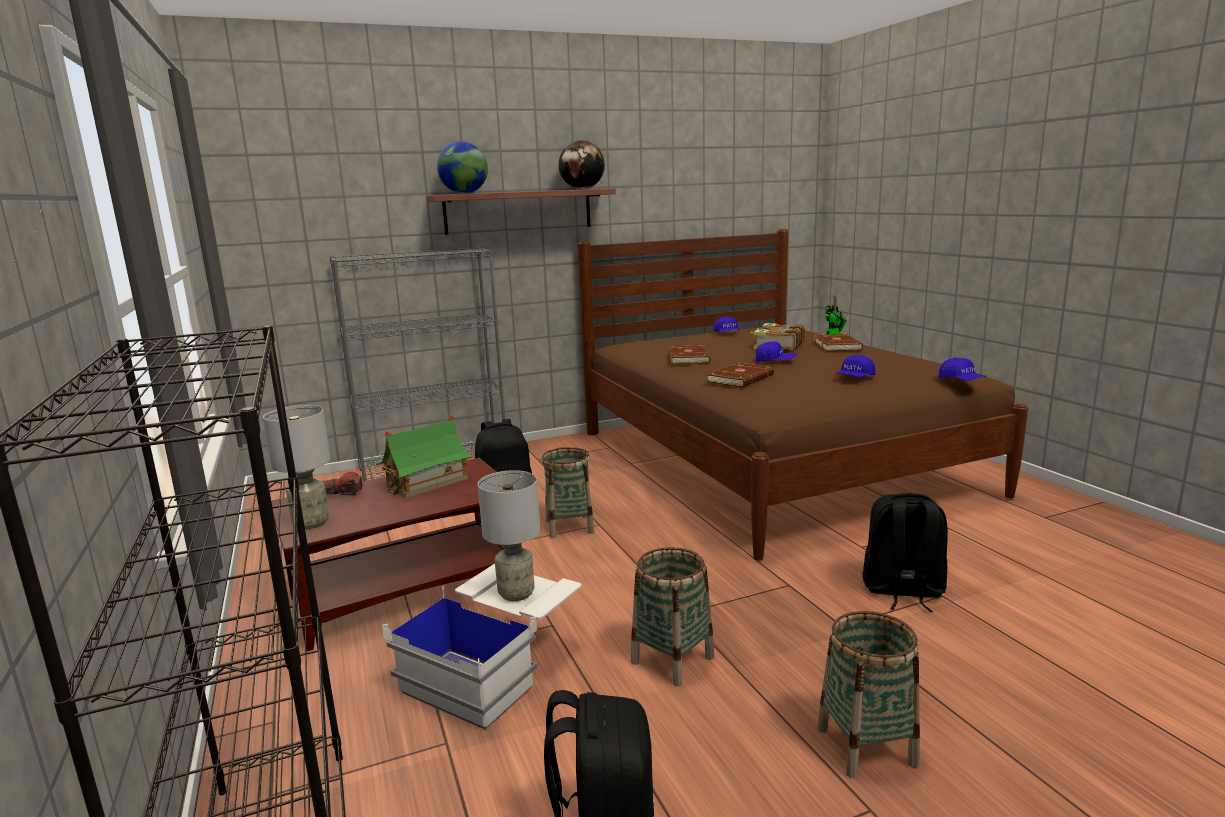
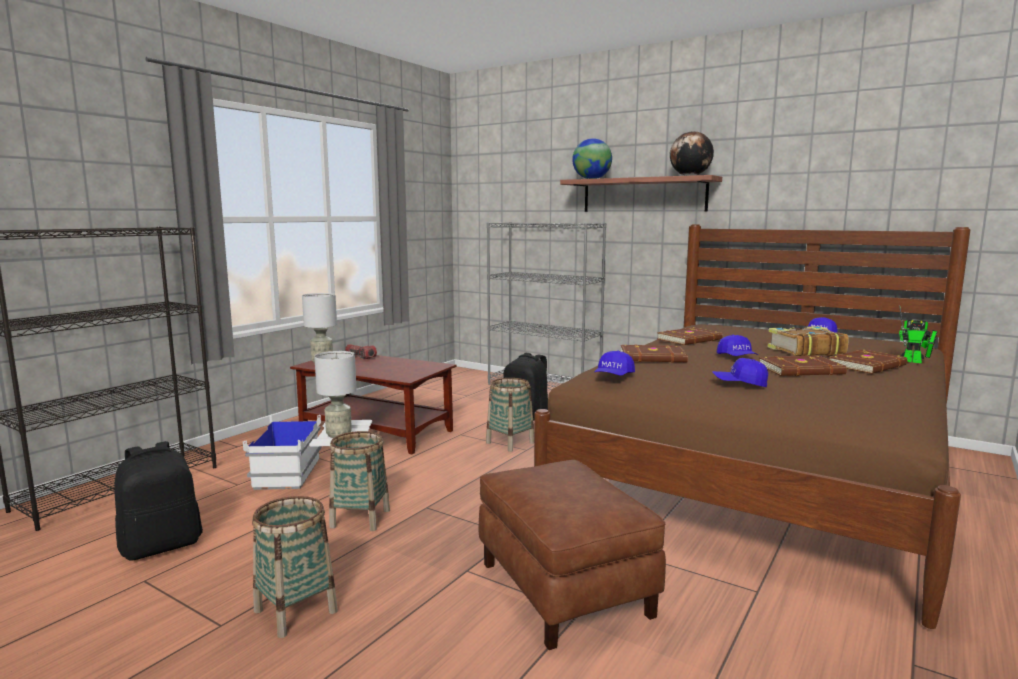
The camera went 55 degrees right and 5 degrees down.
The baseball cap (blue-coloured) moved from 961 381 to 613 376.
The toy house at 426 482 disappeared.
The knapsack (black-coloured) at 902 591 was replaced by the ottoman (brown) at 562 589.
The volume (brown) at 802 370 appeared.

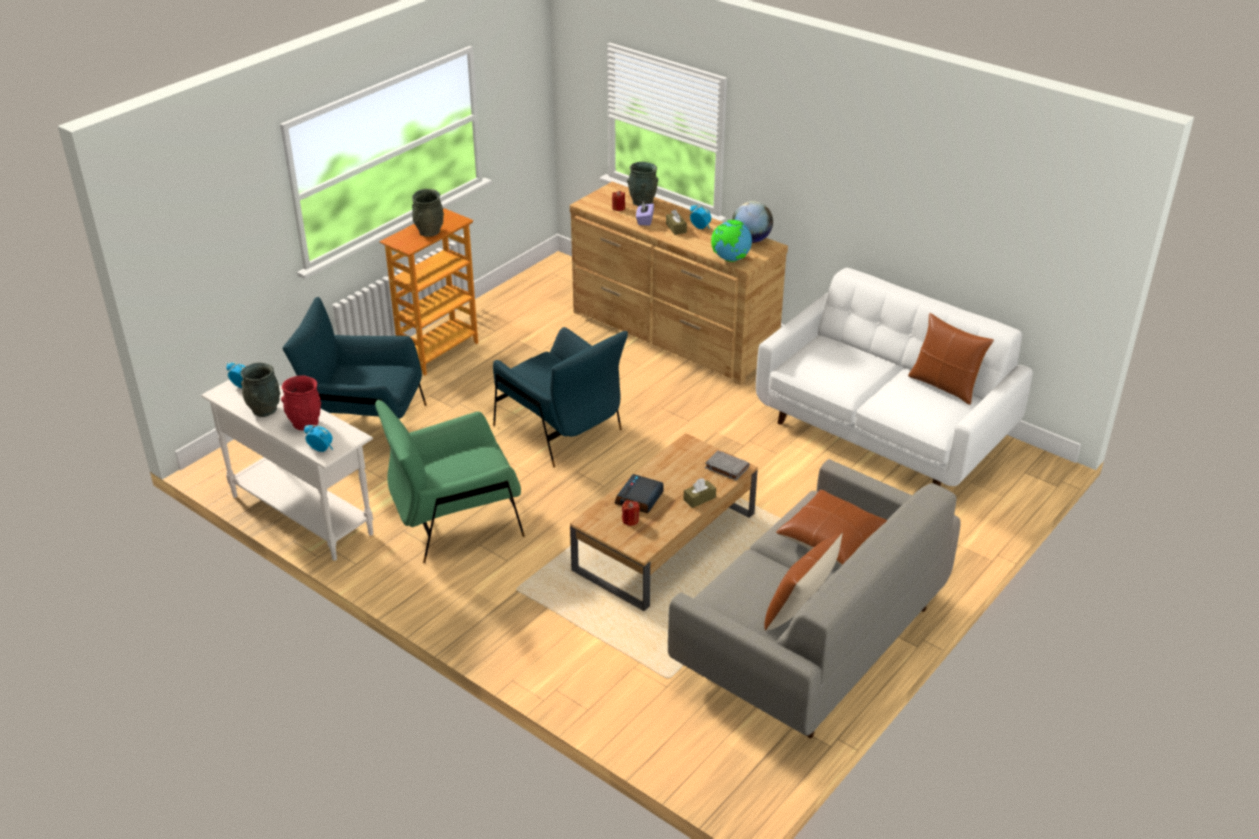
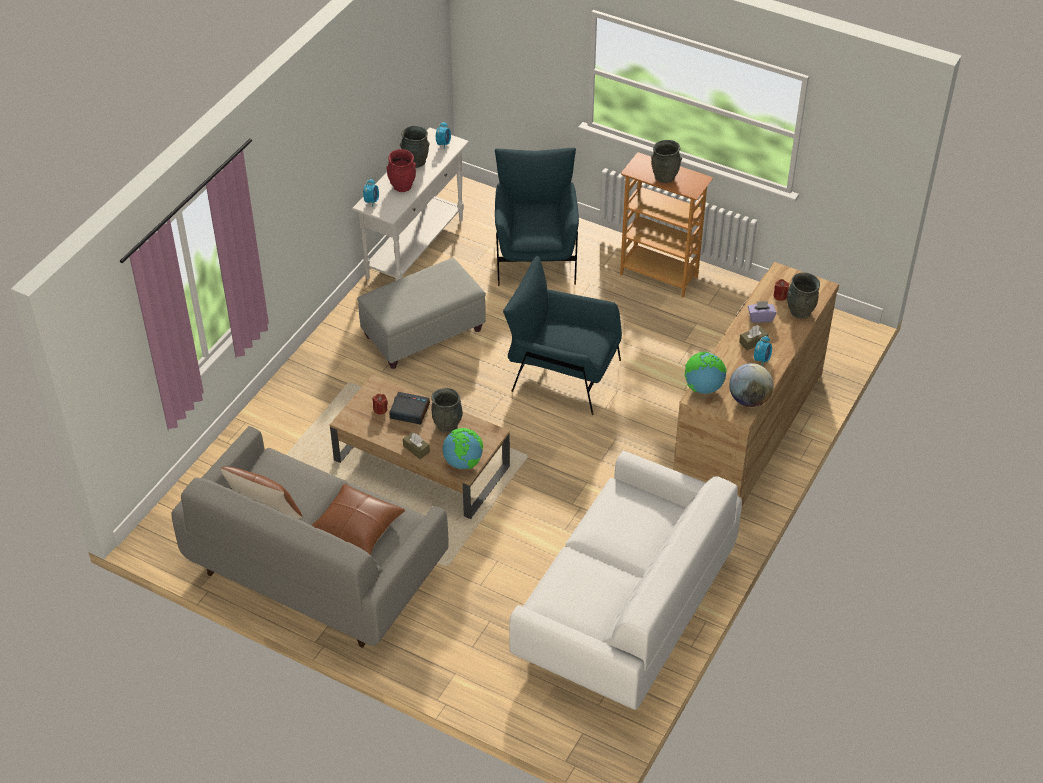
The camera went 80 degrees right and 10 degrees up.
The cushion (brown) at 944 386 disappeared.
The armchair (blue-coloured) at 560 430 turned 75 degrees clockwise.
The armchair (greenish) at 455 521 was replaced by the ottoman (grey) at 424 333.
The volume (grey) at 726 467 was replaced by the world globe at 463 462.
The flower vase (grey) at 447 425 appeared.

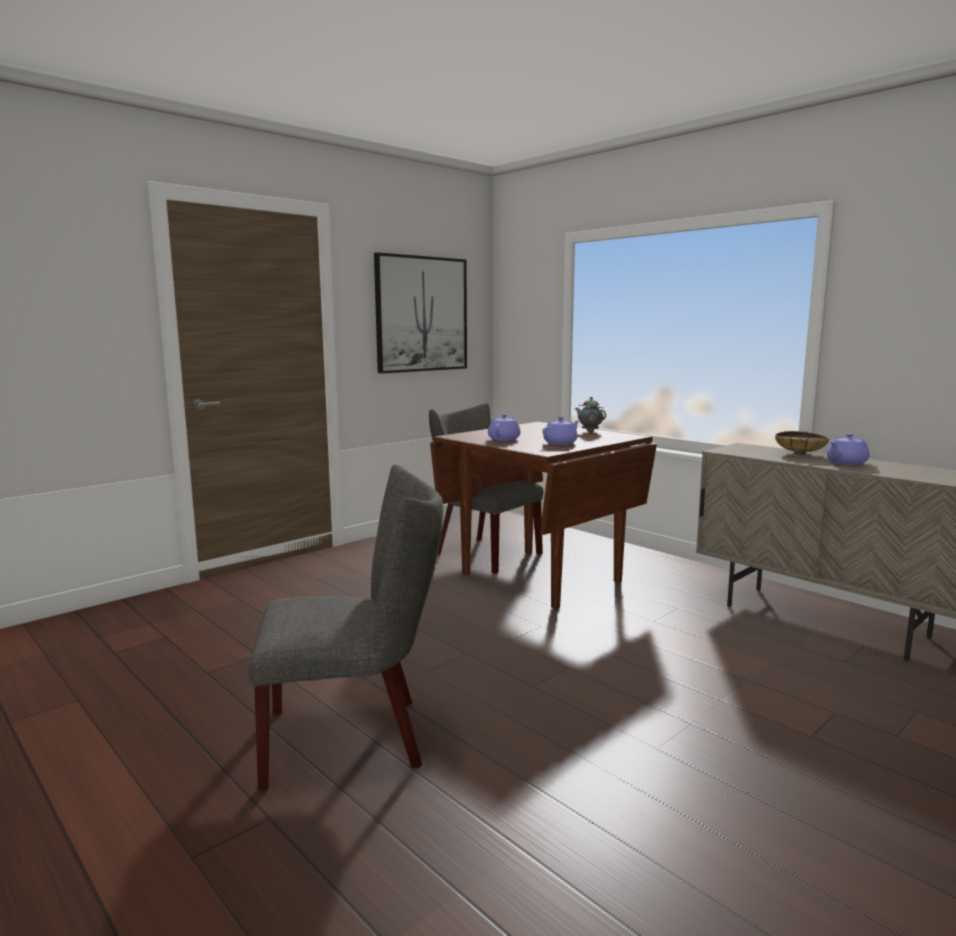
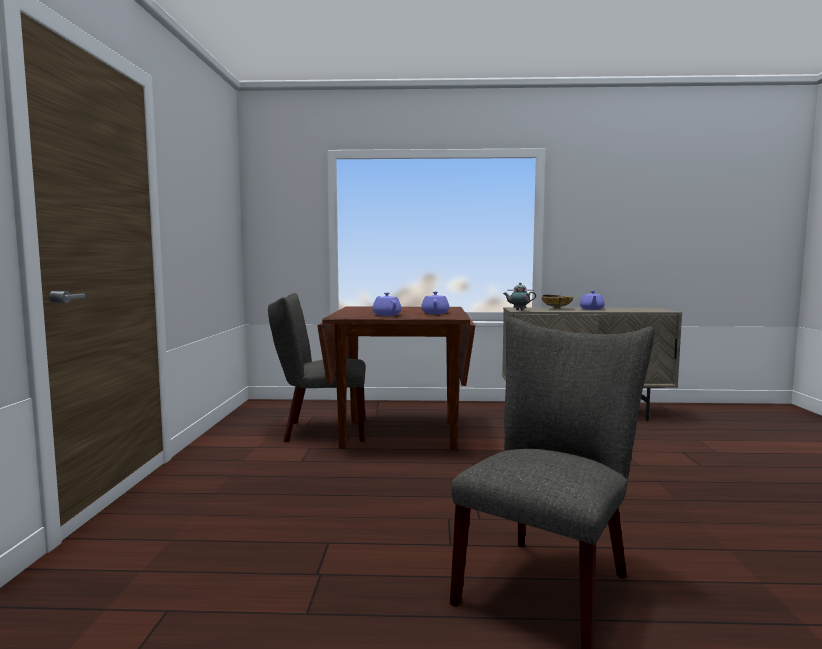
The camera went 45 degrees left and 5 degrees down.
The wall picture at 421 314 disappeared.
The teapot moved from 589 431 to 518 310.

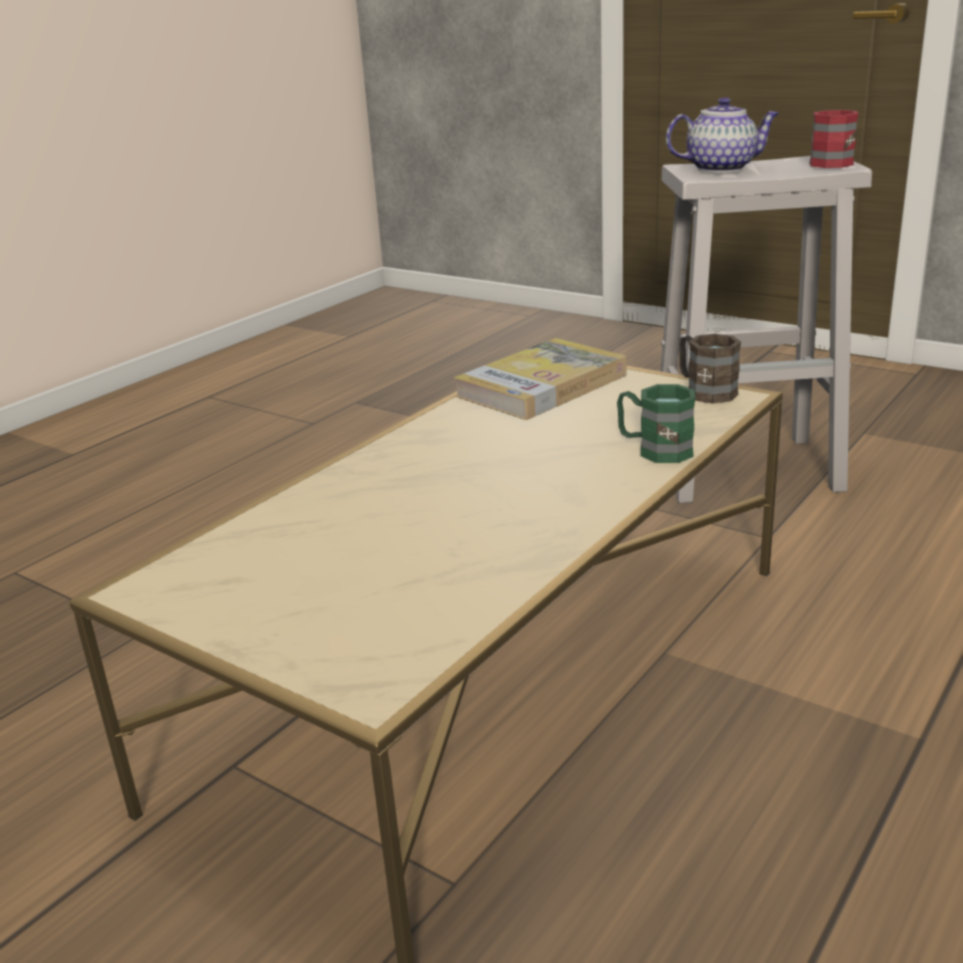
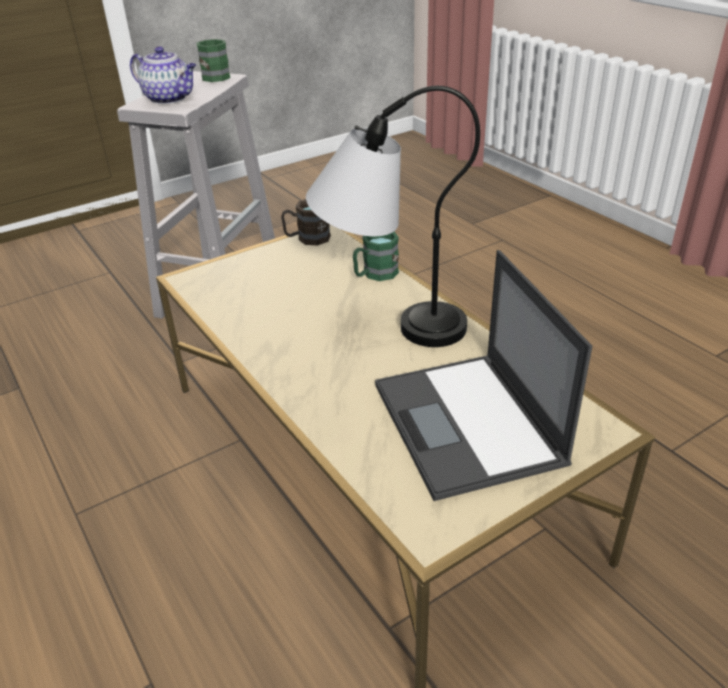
The camera went 70 degrees left and 10 degrees up.
The teapot at 722 168 turned 105 degrees clockwise.
The tea mug (reddish) at 834 162 became the tea mug (greenish) at 213 76.
The volume at 542 385 disappeared.
The lamp for a table at 388 324 appeared.
The portable computer at 468 424 appeared.

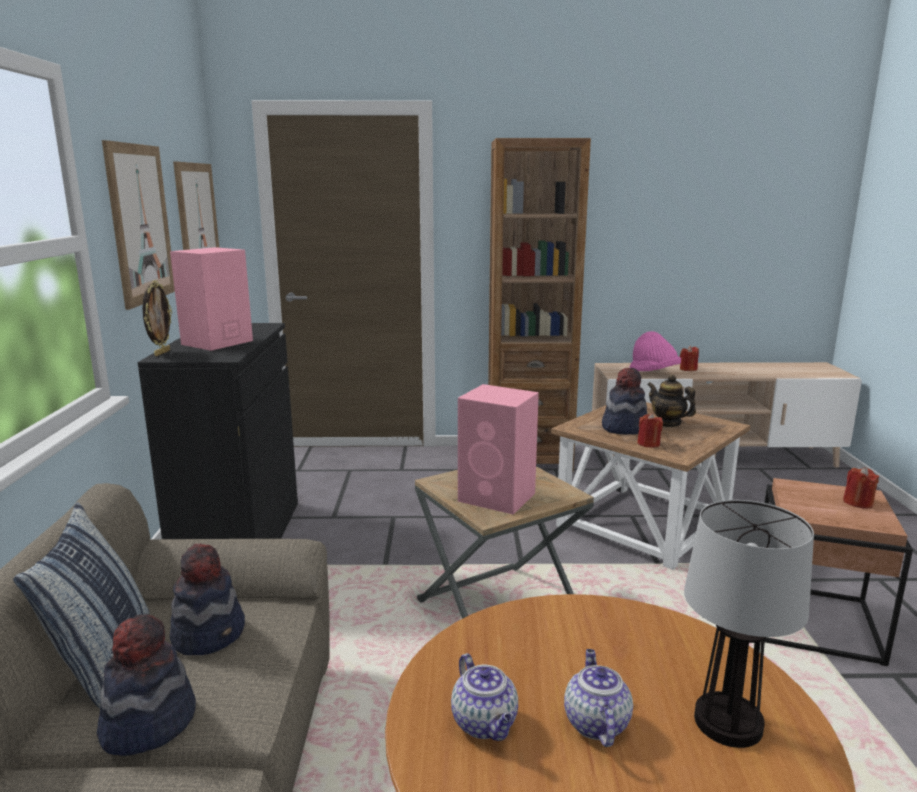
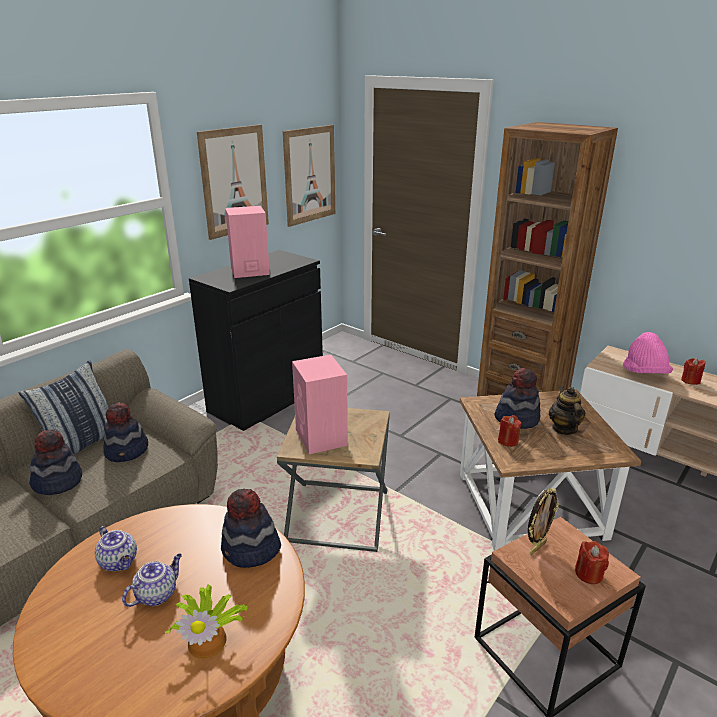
The camera went 40 degrees right and 10 degrees up.
The photo frame moved from 161 353 to 536 547.
The lamp for a table at 727 721 was replaced by the potted plant at 209 639.
The teapot at 486 724 turned 60 degrees counterclockwise.
The hat at 251 550 appeared.

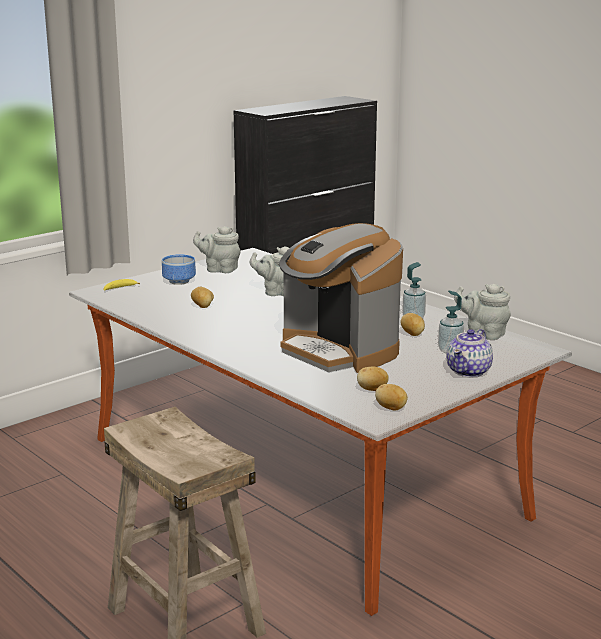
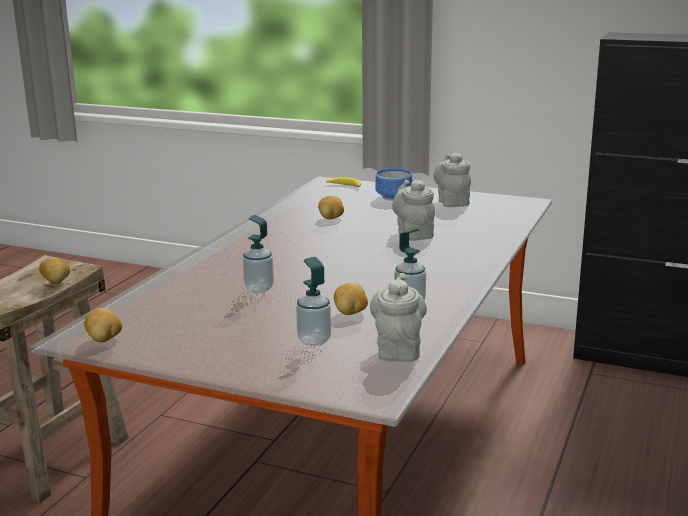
The camera went 65 degrees right and 0 degrees up.
The coffee brewer at 338 351 was replaced by the liquid soap bottle at 259 288.
The teapot at 469 371 disappeared.
The whole potato moved from 372 390 to 56 282.

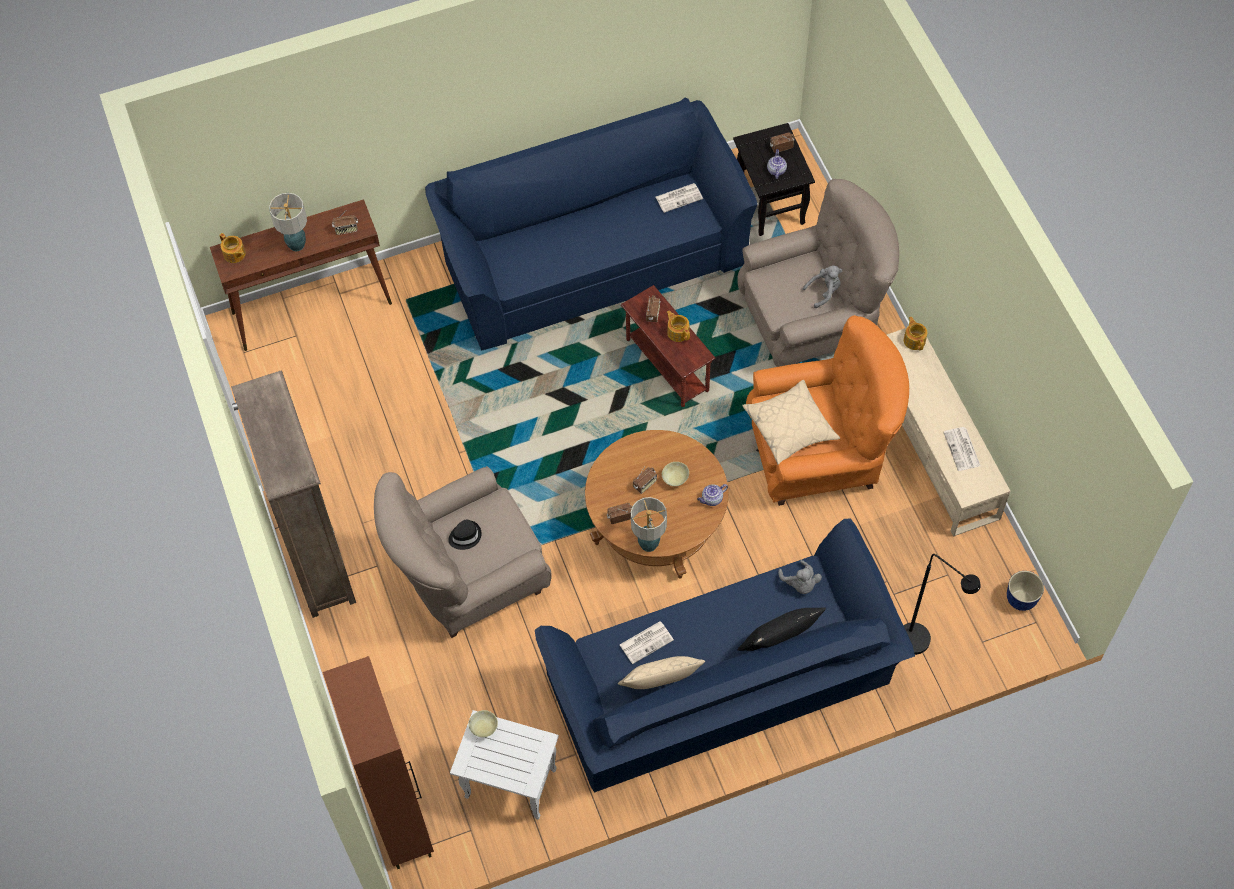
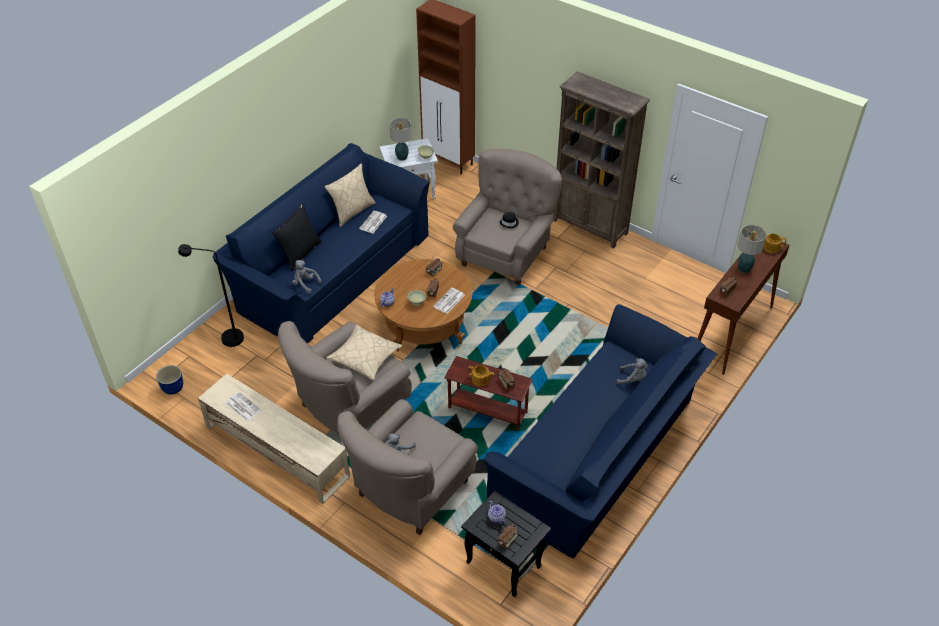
The camera went 145 degrees right and 15 degrees down.
The printed paper moved from 679 197 to 449 301.
The armchair (orange) at 820 454 became the armchair (beige) at 349 408.
The teapot at 914 340 disappeared.
The lamp for a table moved from 649 544 to 401 157.
The cuddly toy (grey) at 632 379 appeared.

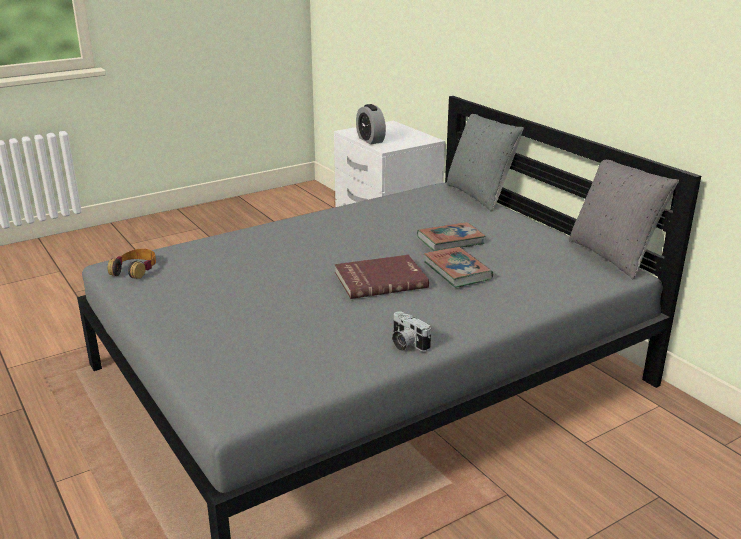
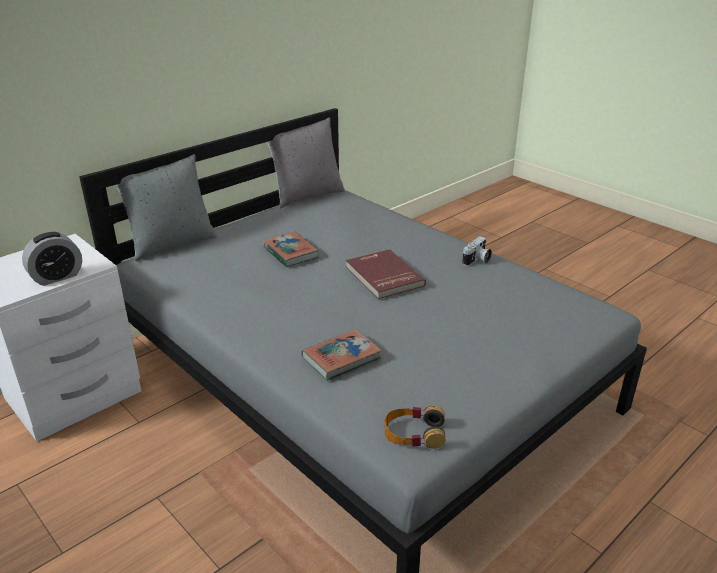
The camera went 100 degrees left and 5 degrees up.
The volume moved from 457 271 to 341 358.

